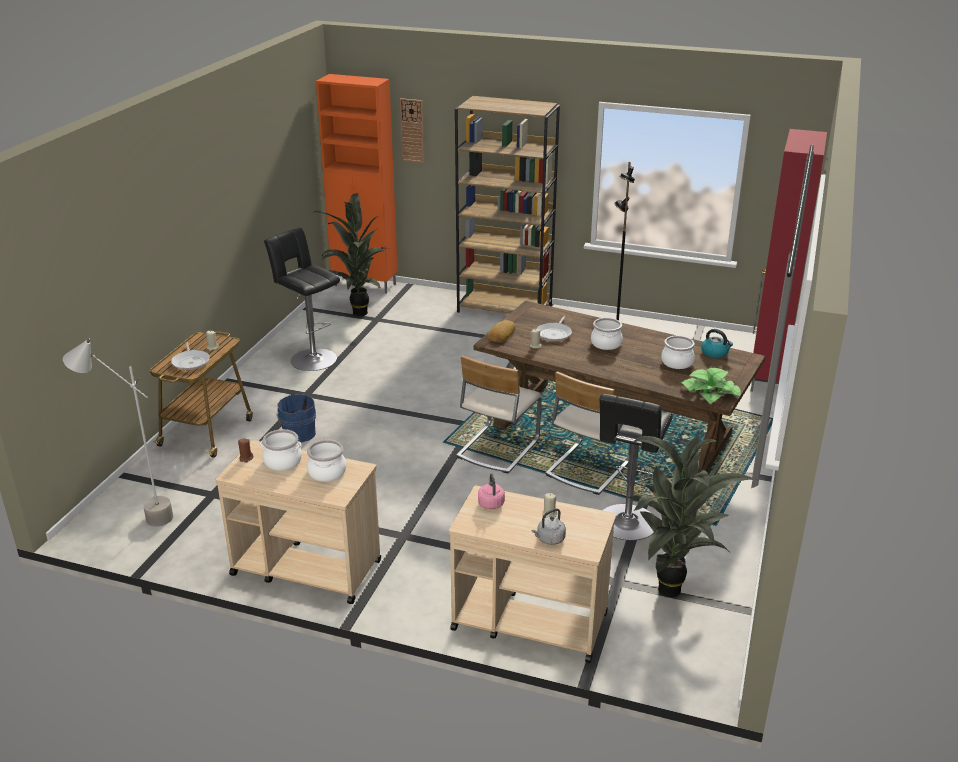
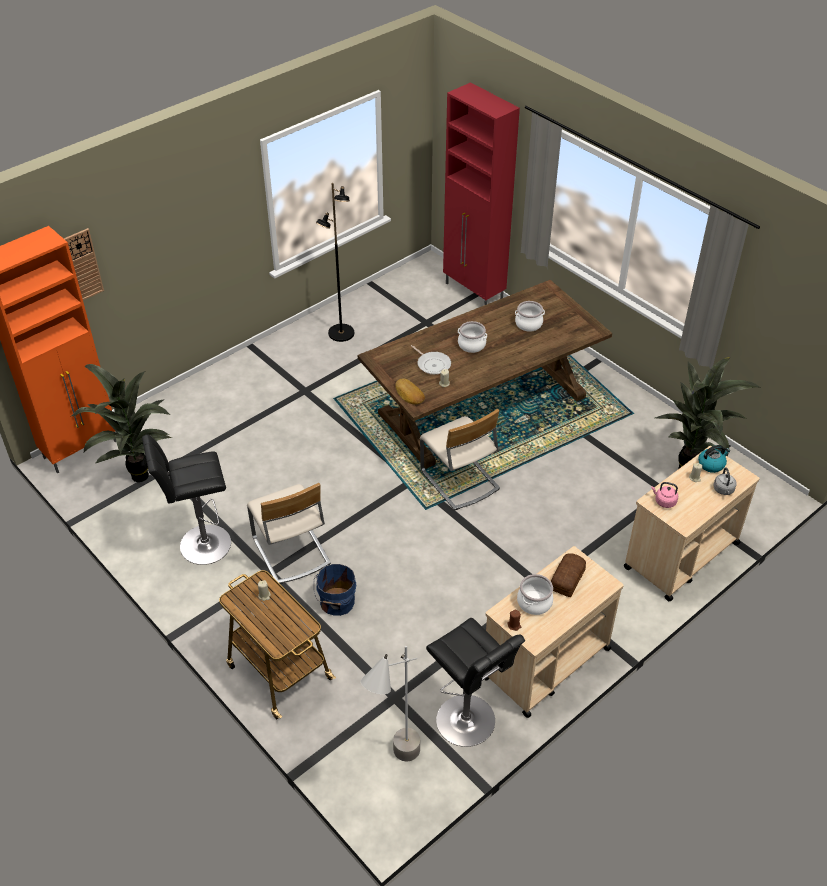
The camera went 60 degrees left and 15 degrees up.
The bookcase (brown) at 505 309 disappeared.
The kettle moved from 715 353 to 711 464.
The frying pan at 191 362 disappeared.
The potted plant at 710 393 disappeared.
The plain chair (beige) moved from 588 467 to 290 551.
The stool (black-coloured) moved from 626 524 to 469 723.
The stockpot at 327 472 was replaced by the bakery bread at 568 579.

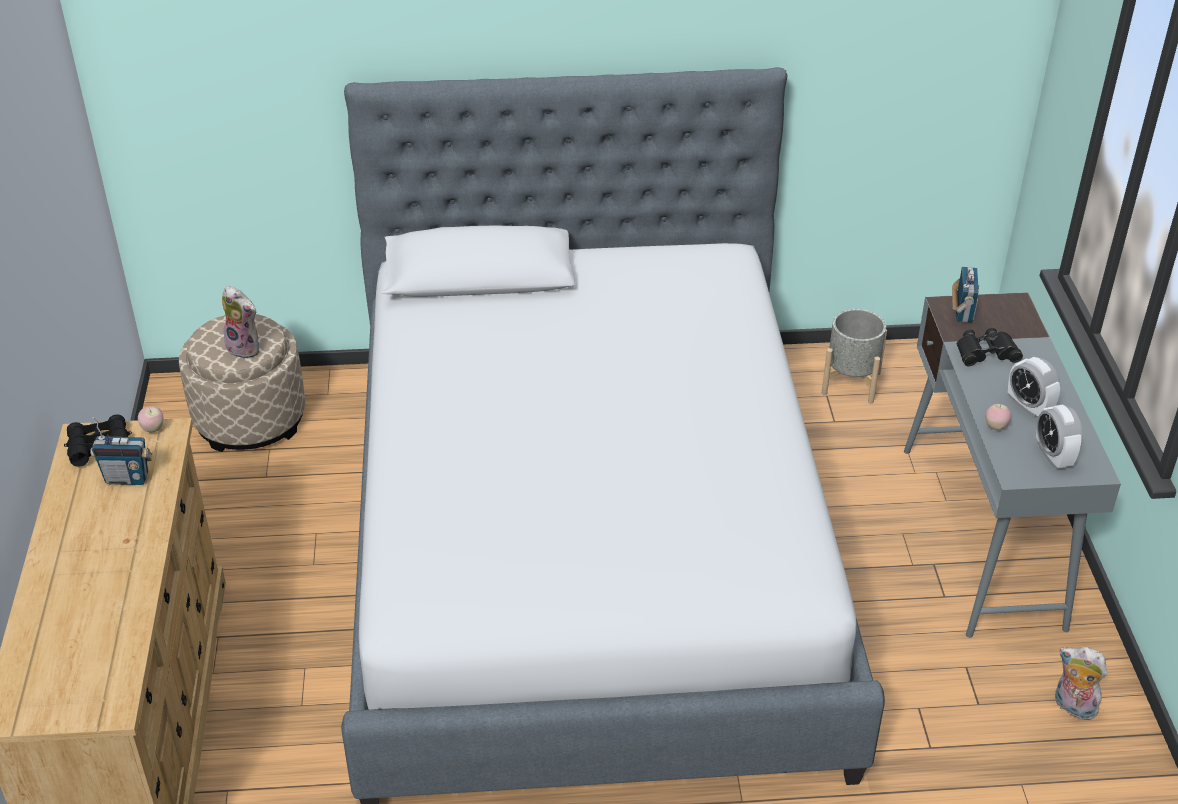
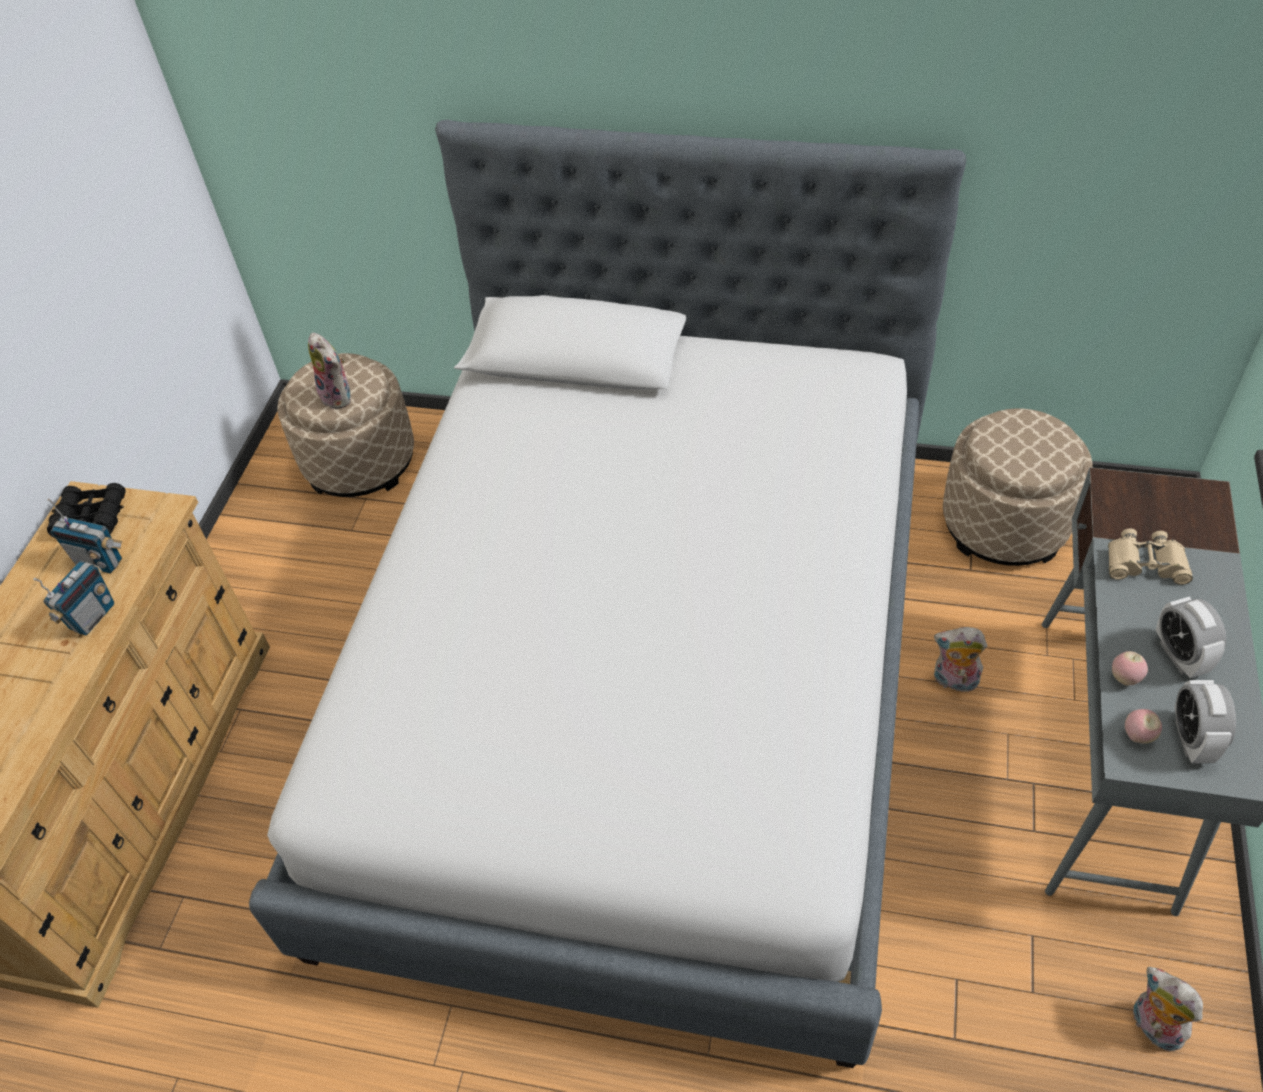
The camera went 20 degrees right and 10 degrees up.
The radio set moved from 962 313 to 92 617.
The flower pot (grey) at 850 383 was replaced by the ottoman (beige) at 1004 523.
The pair of binoculars (black-coloured) at 986 353 became the pair of binoculars (beige) at 1145 563.
The whole apple moved from 153 429 to 1137 735.
The cuddly toy at 954 681 appeared.

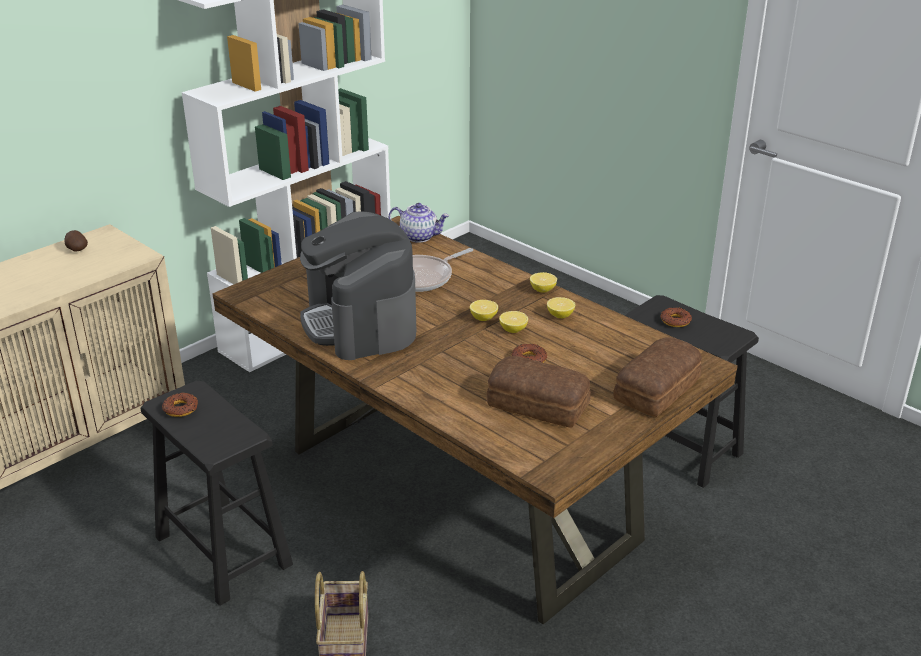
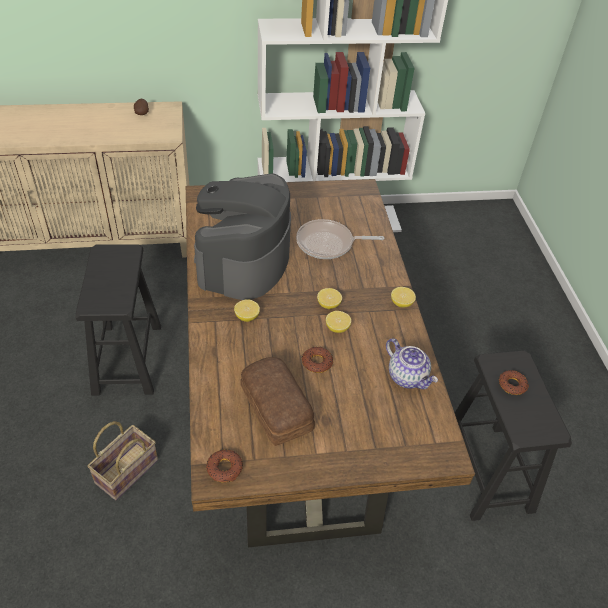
The camera went 35 degrees right and 15 degrees up.
The teapot moved from 419 236 to 408 377.
The whole lemon moved from 560 315 to 247 317.
The bakery bread at 659 389 disappeared.
The ring doughnut moved from 181 408 to 225 468.

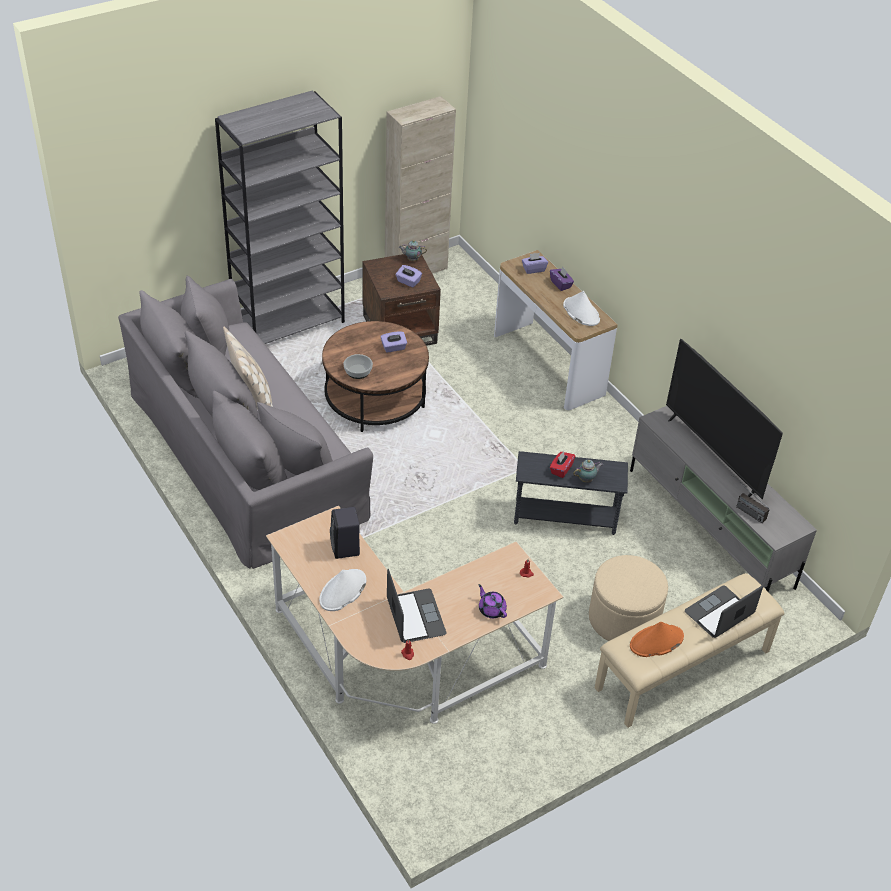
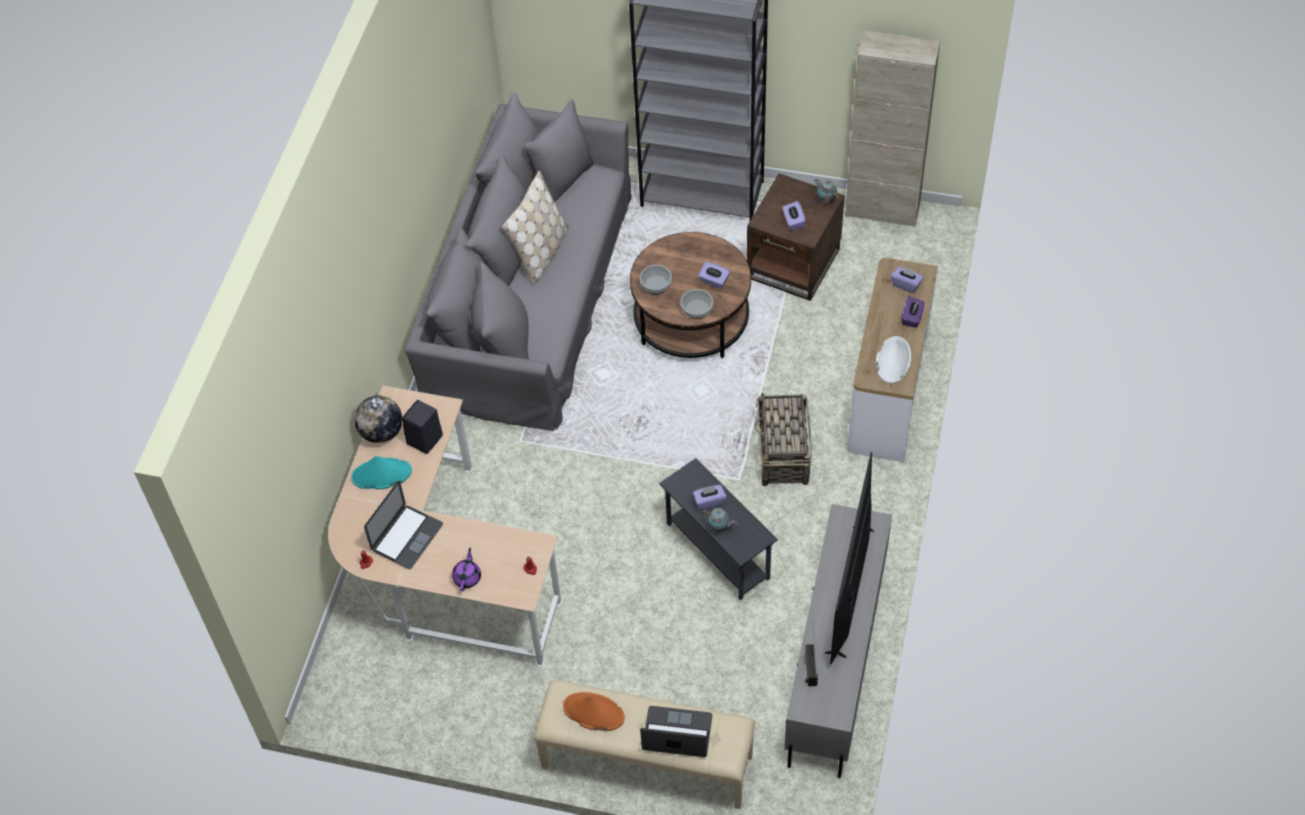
The camera went 50 degrees right and 10 degrees up.
The box of tissues (reddish) at 561 469 became the box of tissues (purplish) at 709 502.
The ottoman (beige) at 623 619 disappeared.
The hat (whitish) at 342 591 became the hat (turquoise-coloured) at 381 474.
The bowl at 696 309 appeared.
The storage basket at 783 454 appeared.
The world globe at 382 432 appeared.

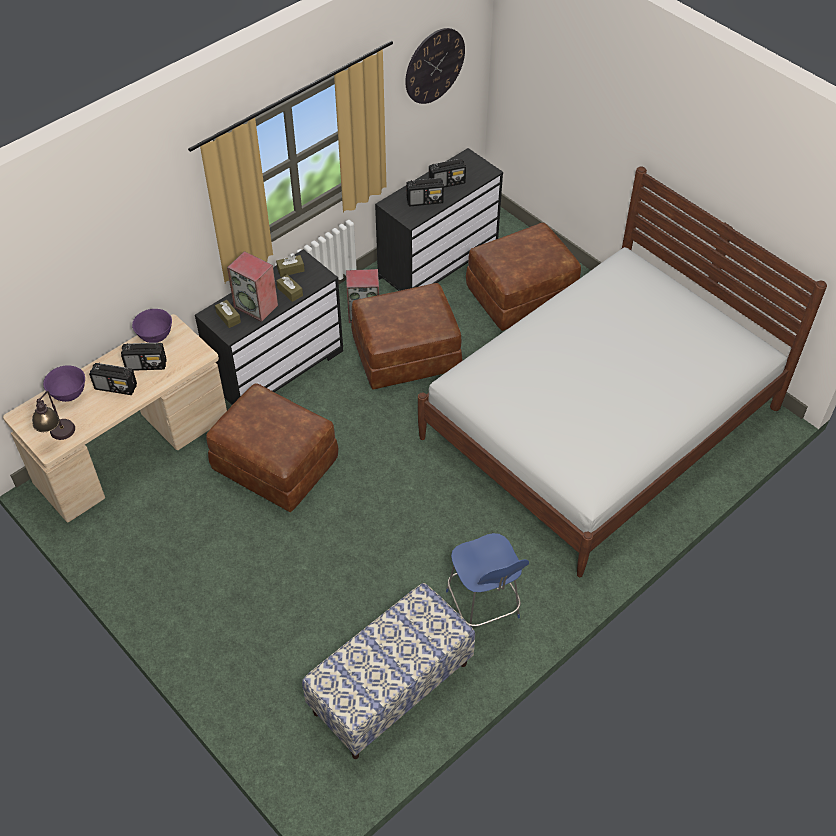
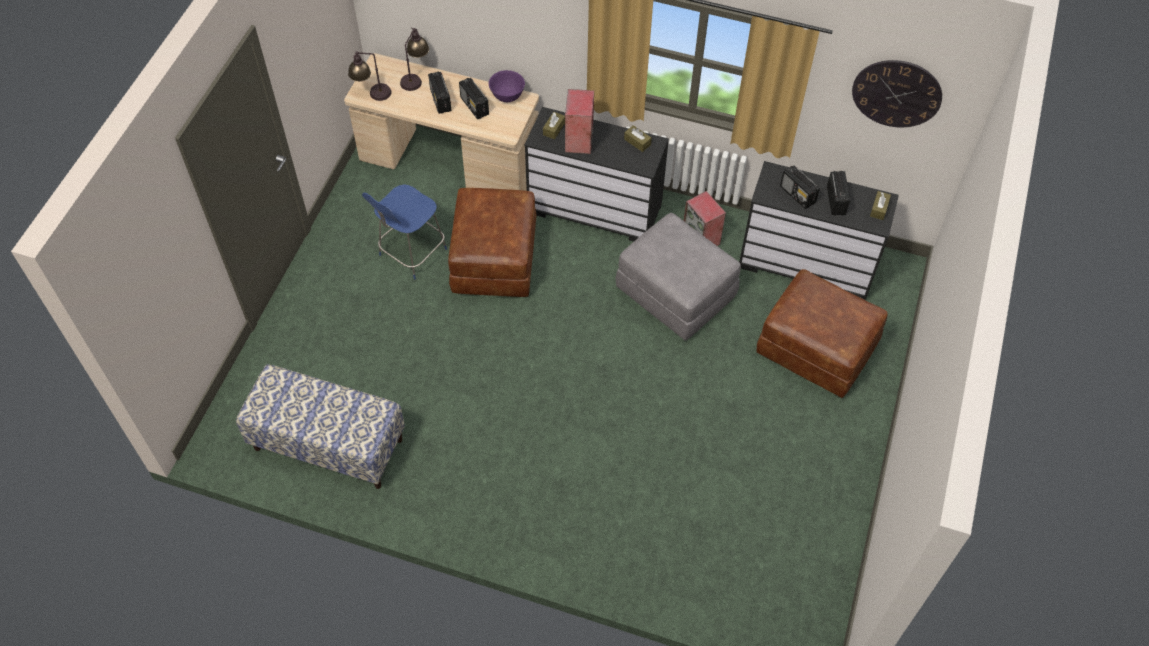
The camera went 60 degrees right and 5 degrees up.
The radio set at 447 182 turned 135 degrees counterclockwise.
The sleeping bed (whitish) at 600 423 disappeared.
The box of tissues (brown) moved from 290 292 to 879 209.
The ottoman (brown) at 406 354 became the ottoman (grey) at 676 293.
The bowl (purplish) at 69 394 was replaced by the lamp for a table at 416 77.
The stool (blue-coloured) moved from 483 607 to 411 253.

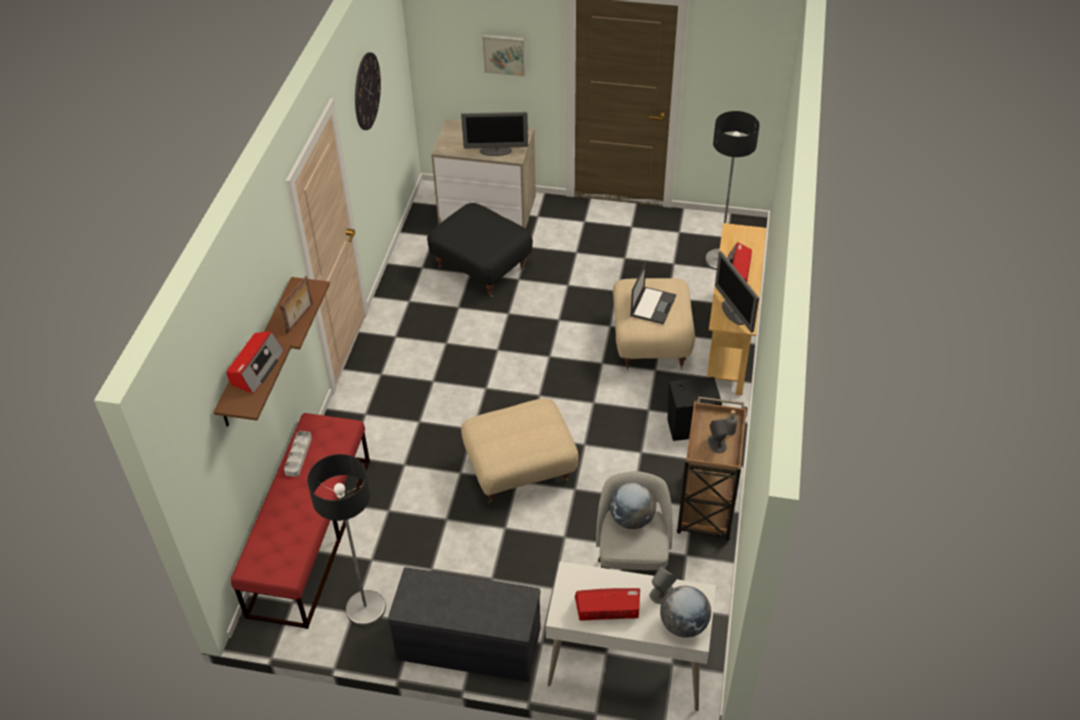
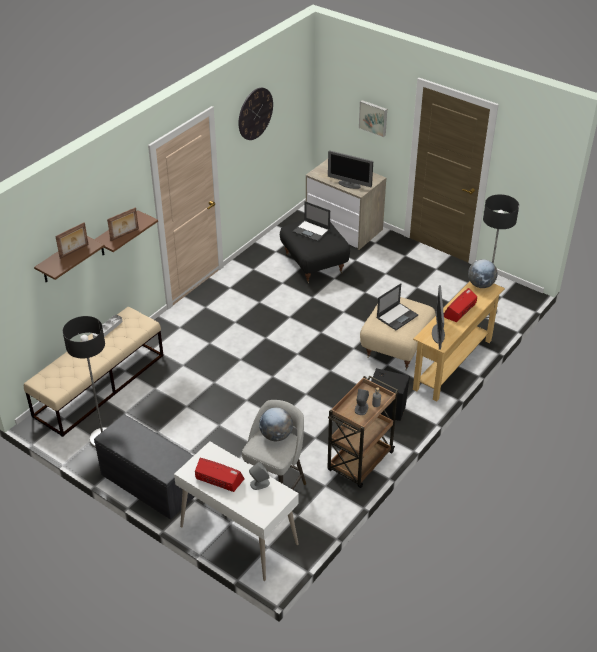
The camera went 25 degrees right and 5 degrees down.
The radio set at 256 368 was replaced by the photo frame at 74 251.
The ottoman (beige) at 520 471 disappeared.
The indoor bench (reddish) at 310 535 became the indoor bench (beige) at 100 385.
The world globe moved from 683 624 to 481 285.
The portable computer at 311 231 appeared.

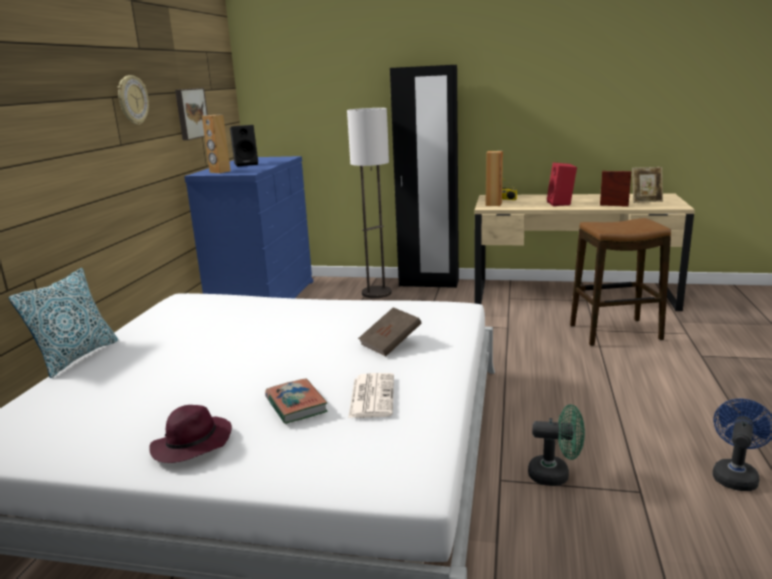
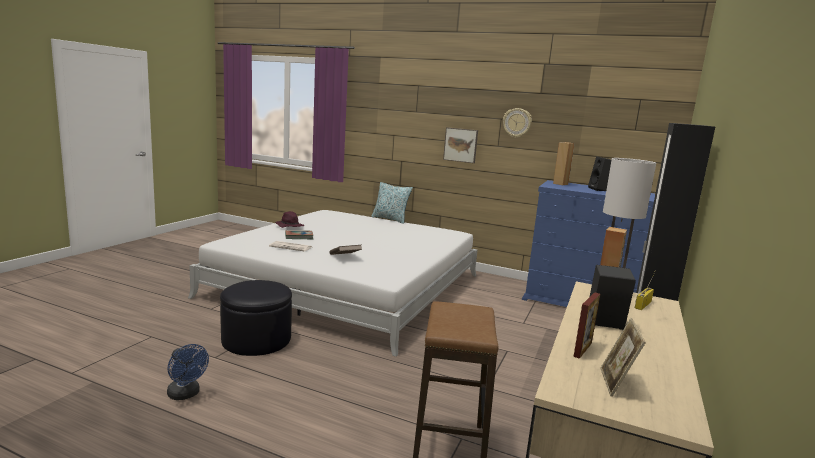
The camera went 100 degrees right and 5 degrees down.
The wall picture moved from 190 113 to 461 145.
The audio speaker (reddish) at 561 203 became the audio speaker (black-coloured) at 604 324.
The fan (greenish) at 555 475 was replaced by the ottoman (black-coloured) at 256 340.

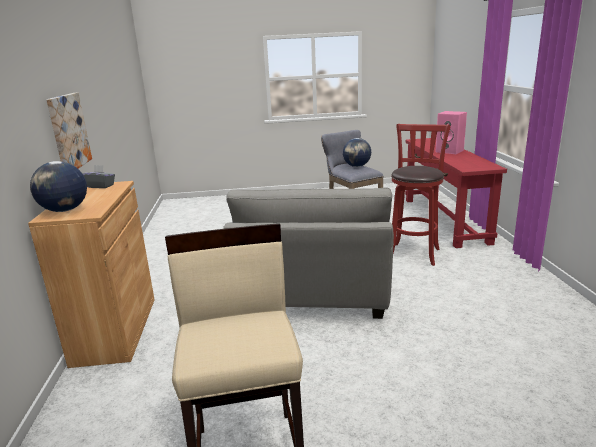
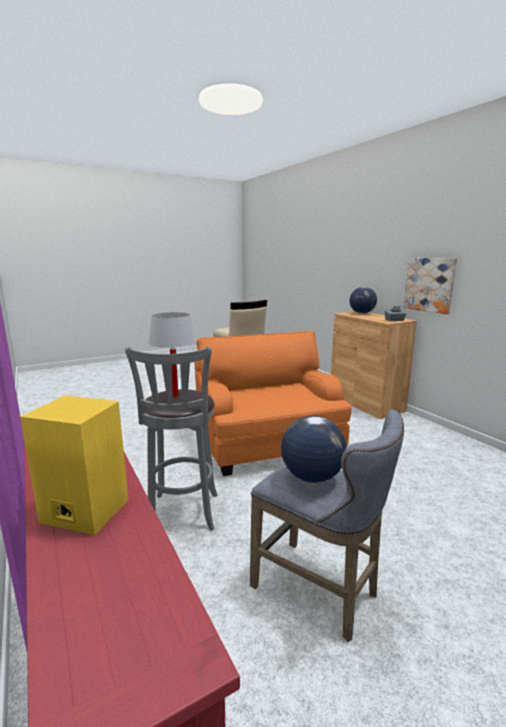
The camera went 155 degrees right and 5 degrees down.
The audio speaker (pink) at 450 151 became the audio speaker (yellow) at 83 511.
The stool (reddish) at 414 253 became the stool (grey) at 183 514.
The armchair (grey) at 314 294 became the armchair (orange) at 267 442.
The lamp for a table (whitish) at 175 396 appeared.

